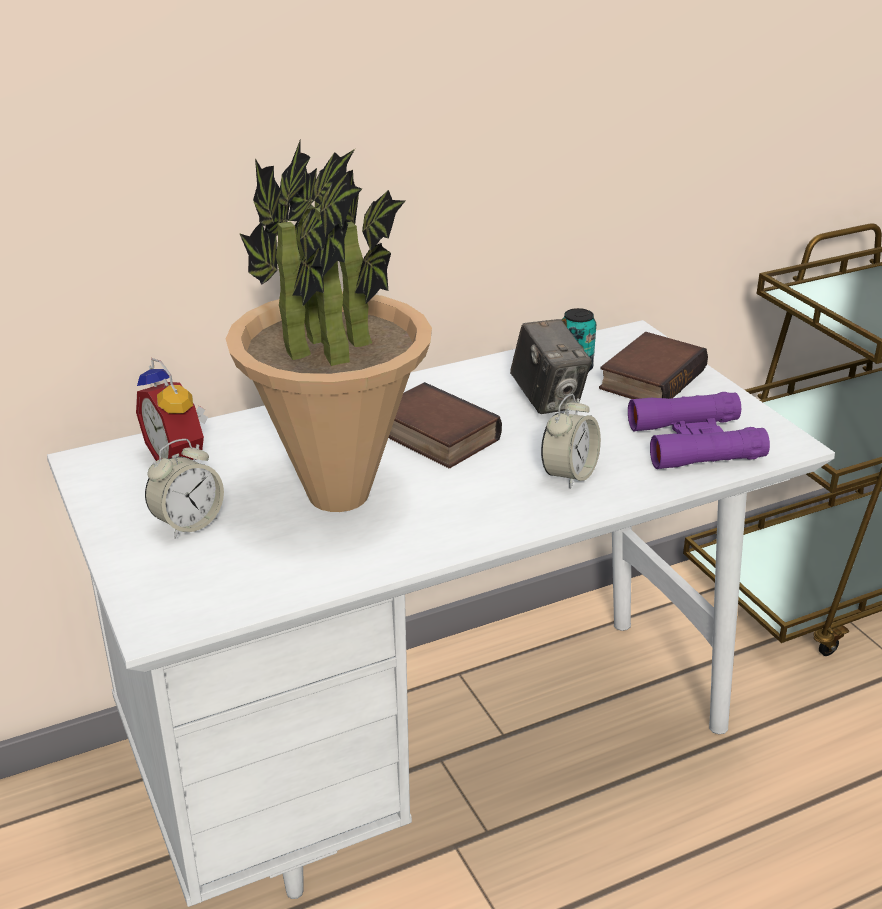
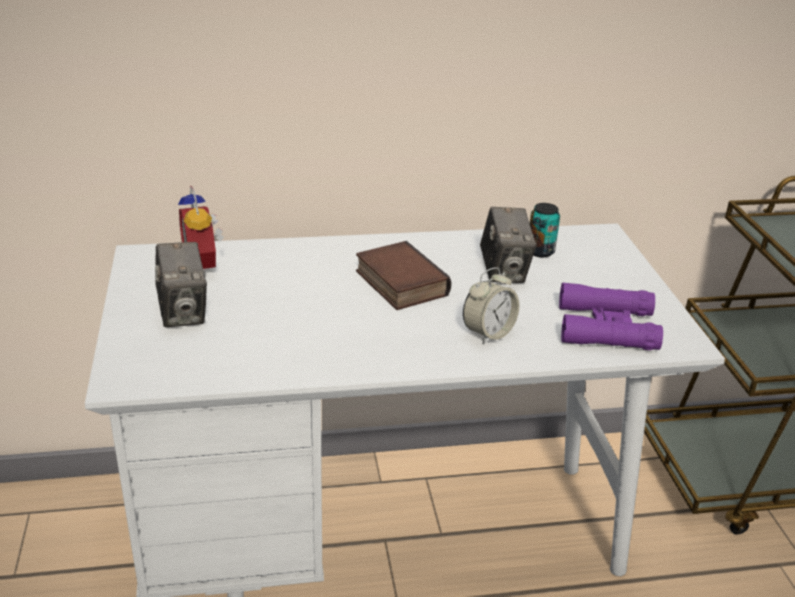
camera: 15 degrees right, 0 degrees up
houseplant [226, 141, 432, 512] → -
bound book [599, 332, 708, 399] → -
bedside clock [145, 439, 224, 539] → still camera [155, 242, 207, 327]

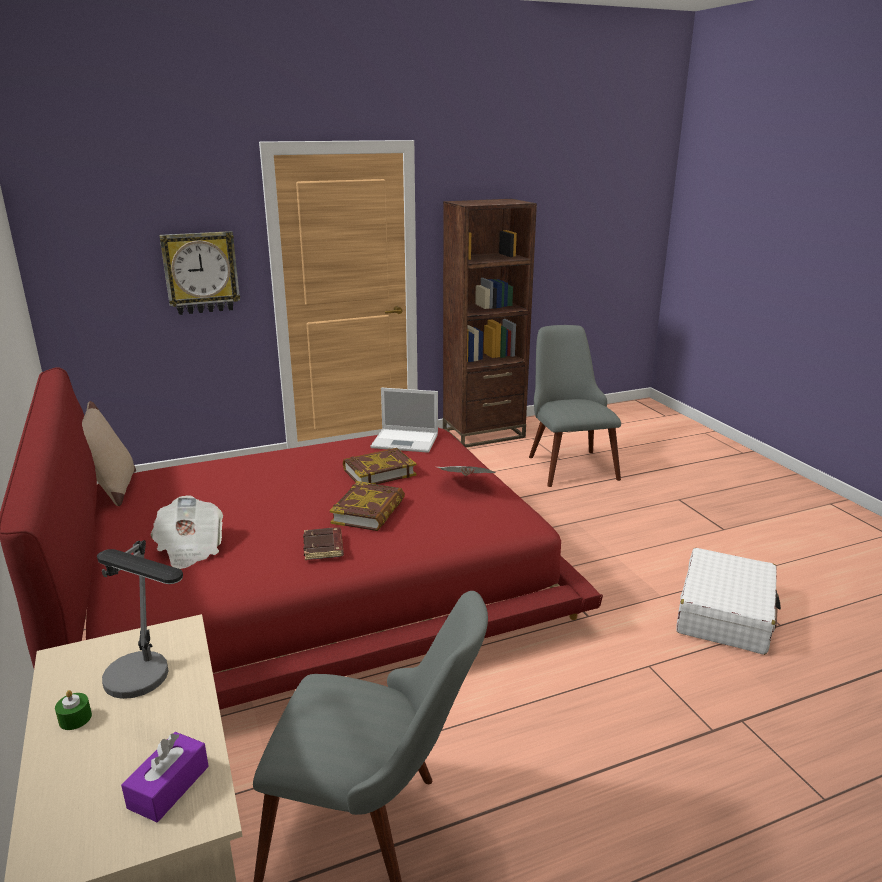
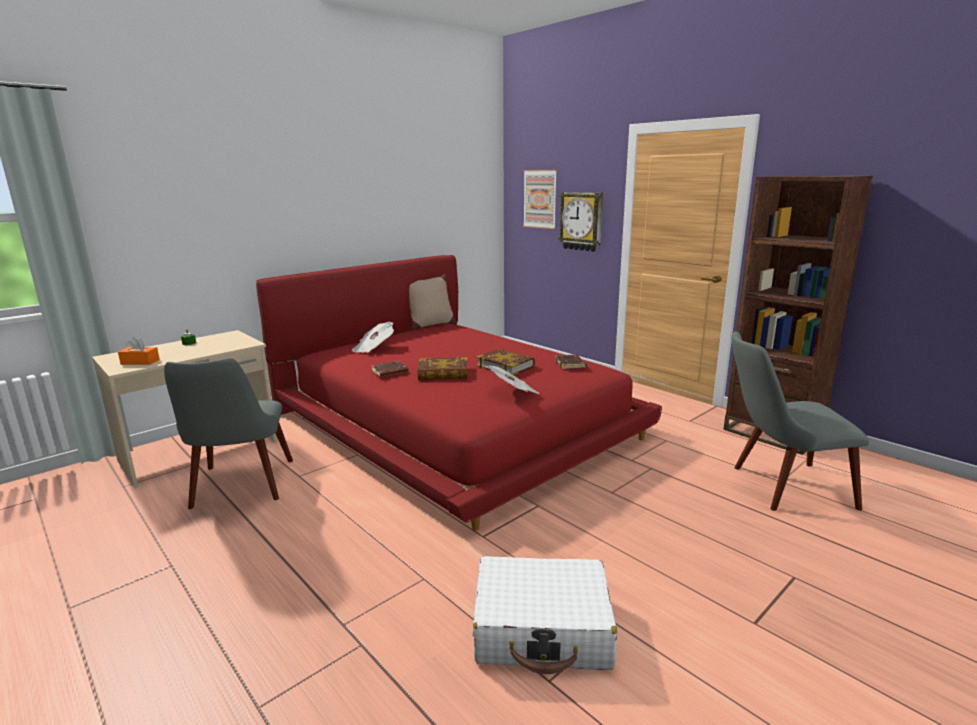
camera: 70 degrees right, 5 degrees down
gray plain chair [529, 325, 621, 487] → gray plain chair [731, 332, 869, 511], 150 degrees counterclockwise
notebook computer [370, 388, 438, 453] → brownish bound book [555, 355, 587, 369]
table lamp [97, 540, 183, 699] → -
purple box of tissues [121, 732, 209, 822] → orange box of tissues [118, 337, 160, 365]
- → wall art [523, 170, 557, 229]

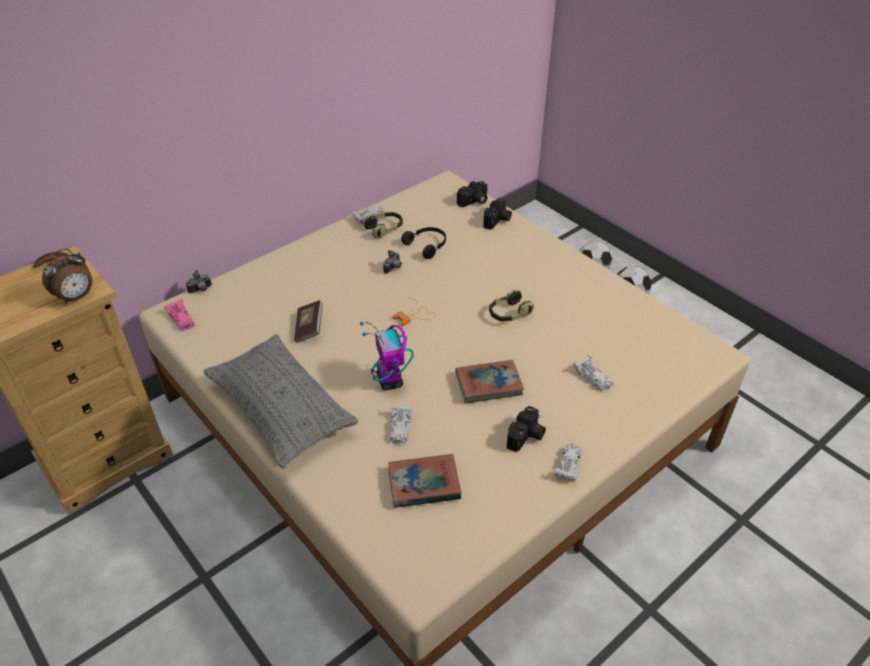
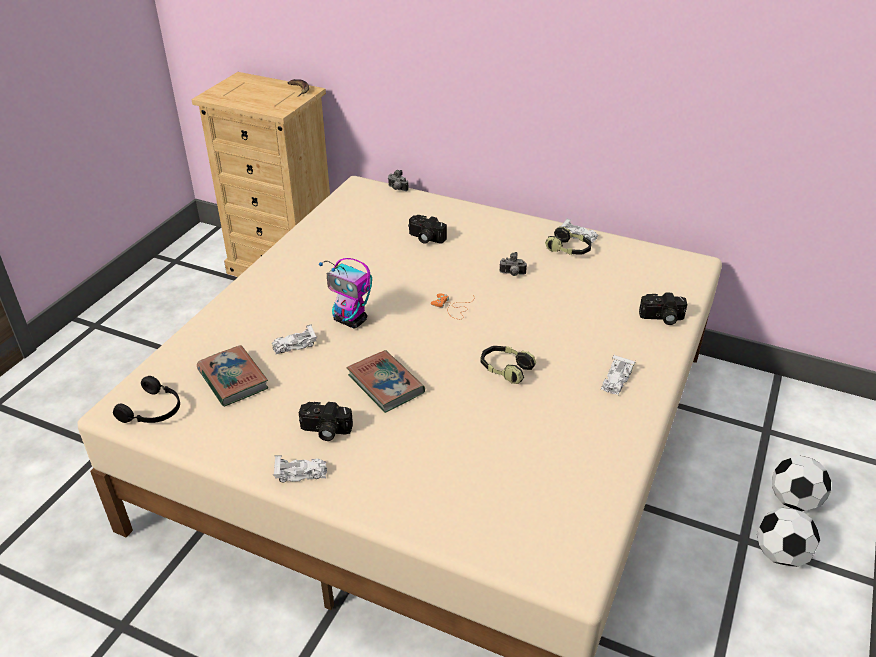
camera: 65 degrees right, 5 degrees down
still camera [457, 181, 488, 207] → still camera [408, 215, 447, 244], moved
black-coloured pair of headphones [401, 227, 446, 259] → black-coloured pair of headphones [113, 376, 180, 423], moved
bedside clock [42, 249, 93, 304] → -
pink-coloured model car [165, 298, 195, 331] → -
bound book [294, 300, 323, 343] → -
model robot [360, 322, 414, 390] → model robot [319, 258, 372, 329], 105 degrees counterclockwise
gray cushion [204, 334, 358, 469] → -
white model car [574, 355, 614, 392] → white model car [601, 354, 636, 395], moved

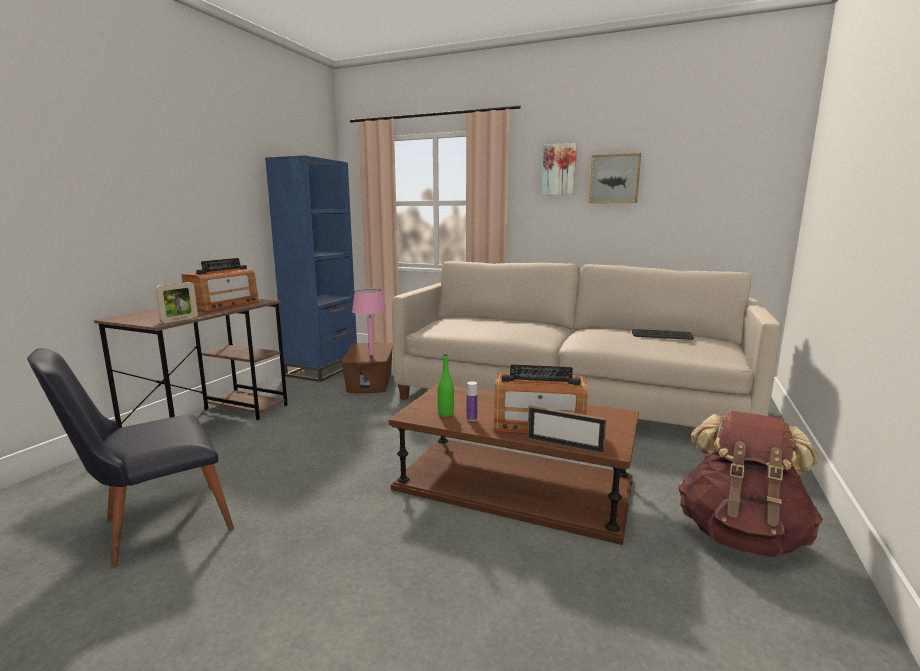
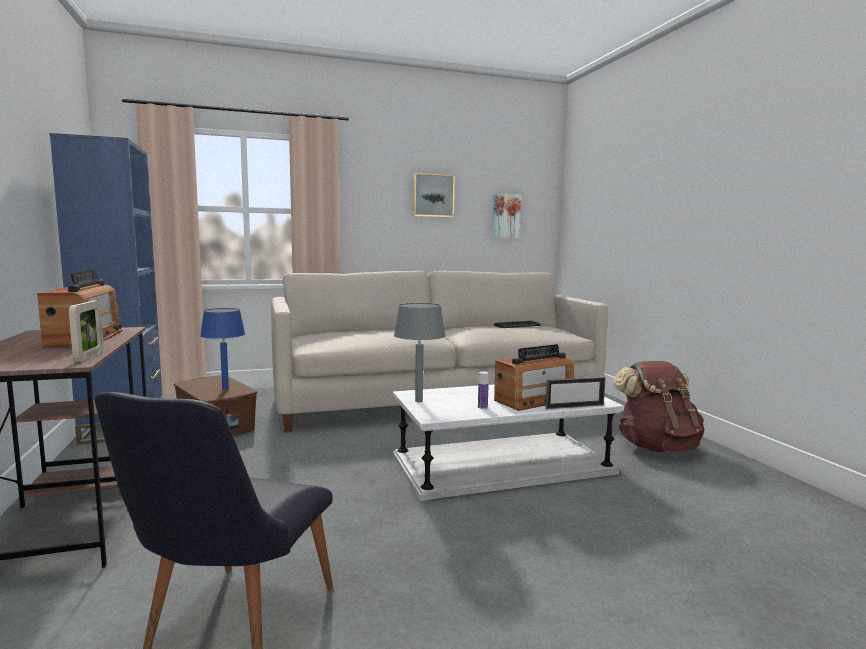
camera: 40 degrees left, 5 degrees down
wall art [542, 143, 577, 195] → wall art [492, 193, 521, 238], moved
pink-coloured table lamp [352, 289, 387, 355] → blue table lamp [200, 308, 245, 390]
green-coloured beverage bottle [438, 354, 454, 417] → -
brownish low table [388, 384, 639, 545] → white low table [393, 384, 624, 501]
- → gray table lamp [394, 303, 445, 402]

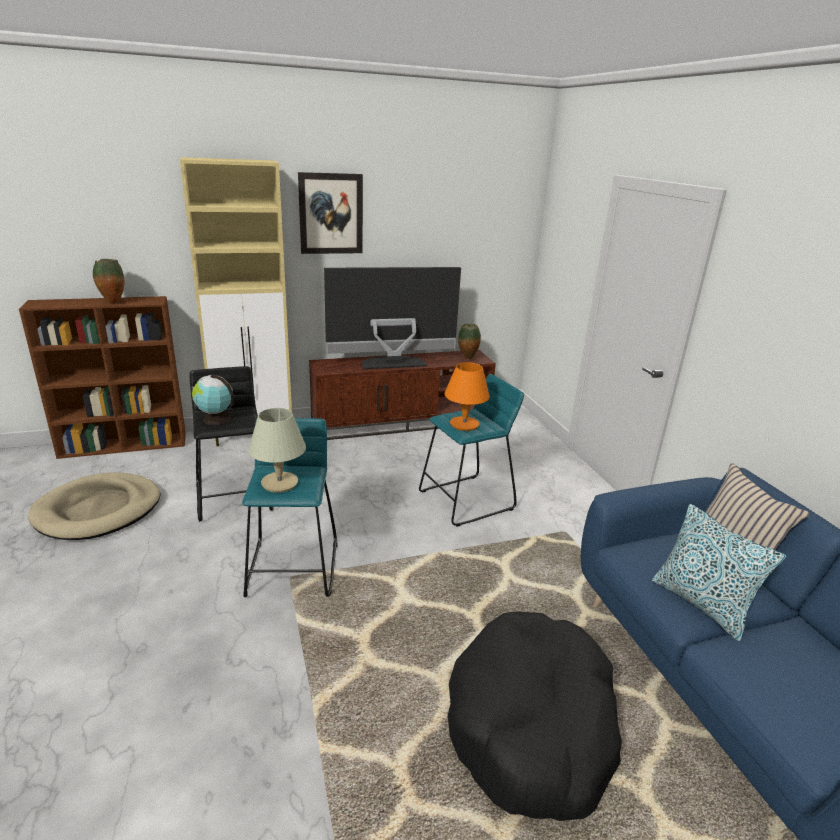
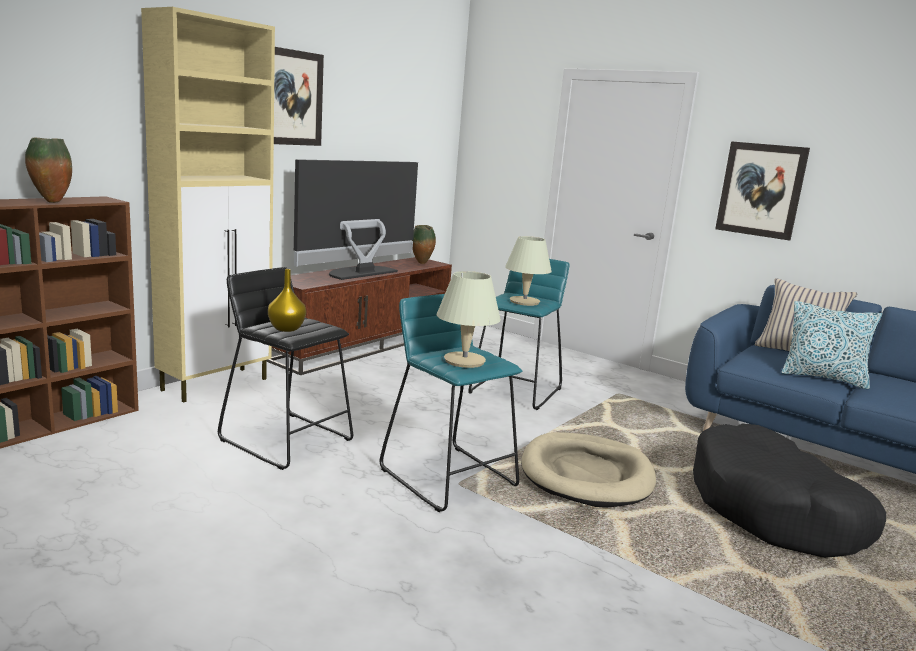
camera: 35 degrees left, 10 degrees down
orange table lamp [445, 362, 490, 431] → beige table lamp [505, 236, 552, 306]
desk globe [192, 374, 234, 425] → yellow decorative vase [268, 269, 306, 332]
beige dog cushion [28, 472, 160, 540] → beige dog cushion [521, 432, 656, 508], moved
- → wall art [715, 141, 810, 241]

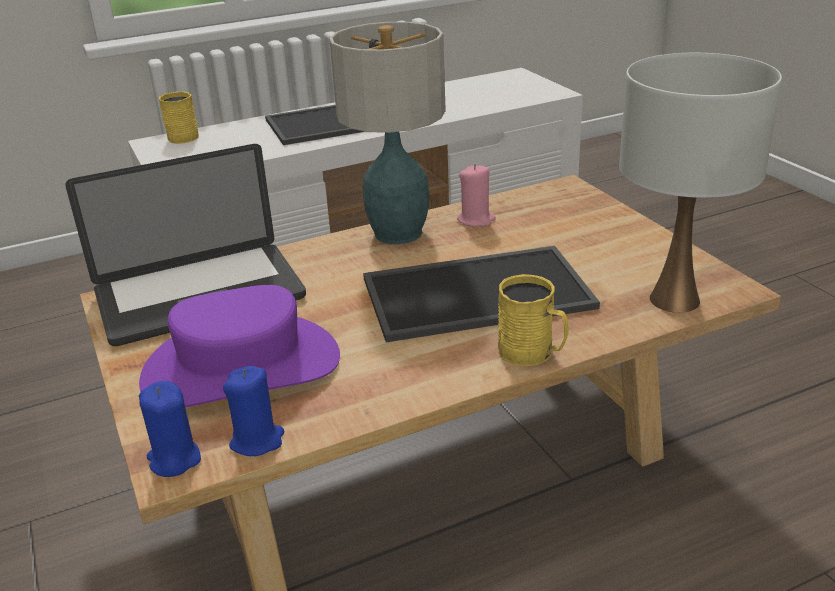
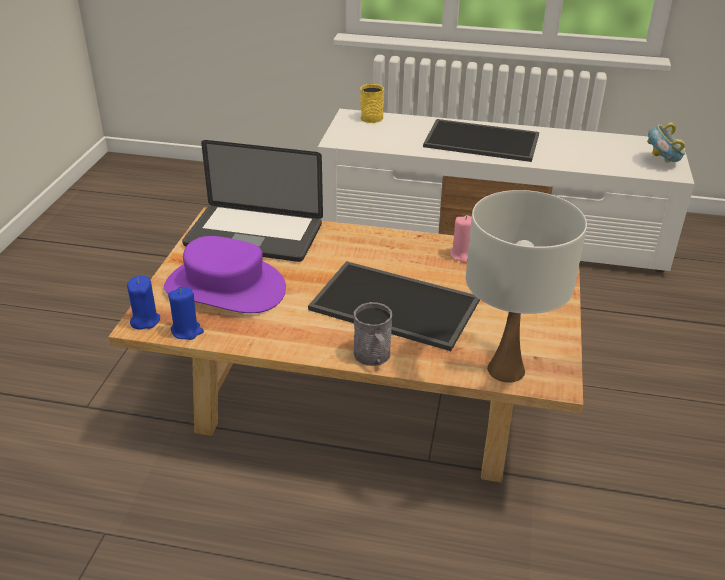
camera: 35 degrees right, 5 degrees up
table lamp [329, 22, 446, 244] → -
yellow coffee mug [498, 274, 569, 366] → gray coffee mug [353, 302, 392, 366]
- → bowl [647, 122, 685, 163]

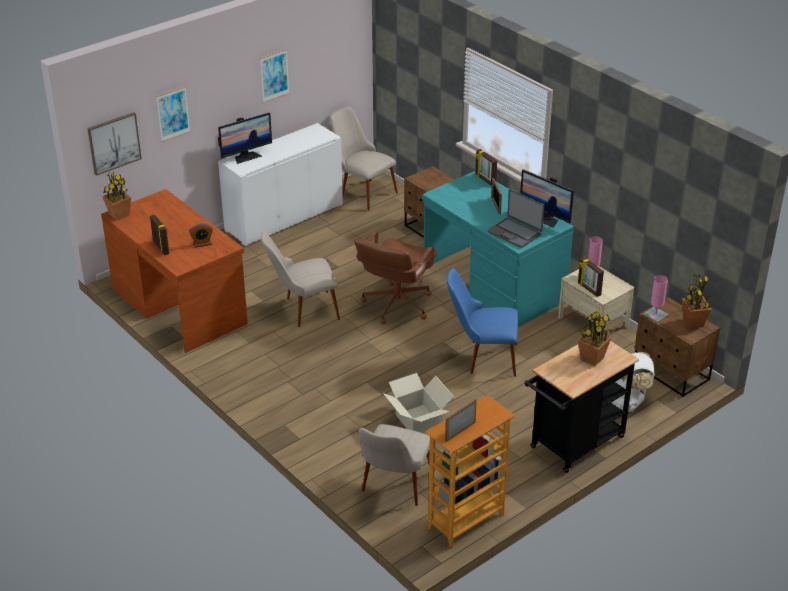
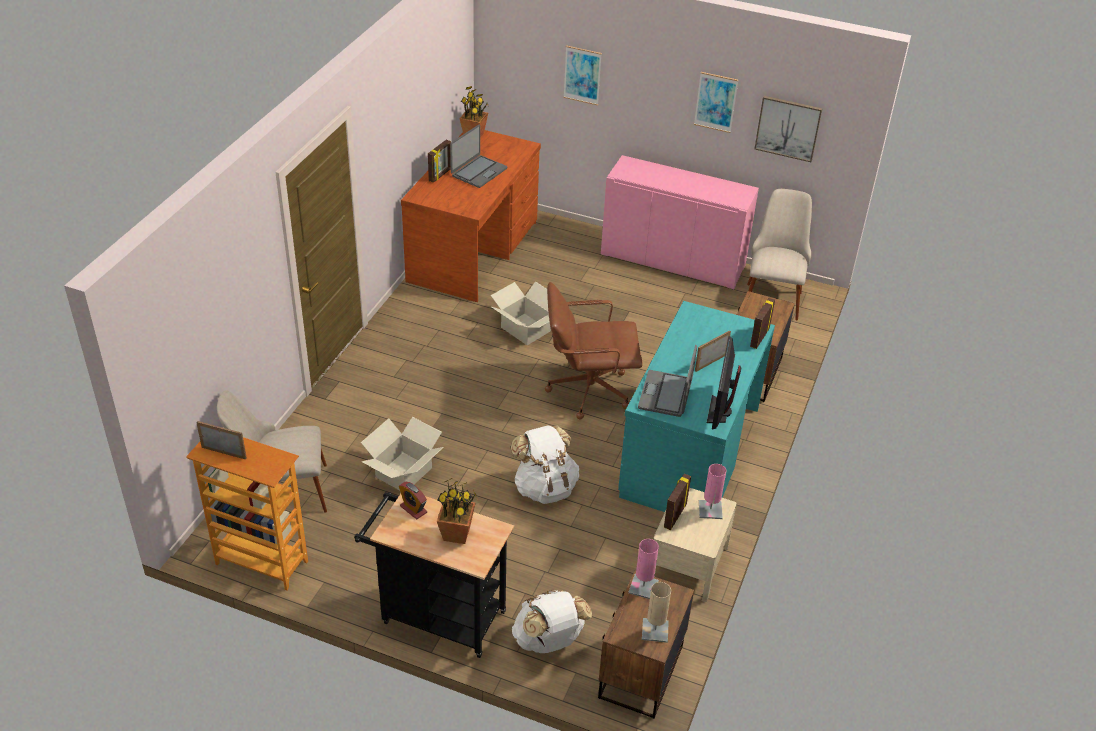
camera: 60 degrees right, 5 degrees up
wall art [87, 112, 142, 176] → wall art [754, 96, 823, 162], moved
monitor [218, 112, 272, 164] → -
white storage cabinet [218, 123, 343, 246] → pink-coloured storage cabinet [601, 155, 759, 289]
bedside clock [189, 224, 213, 248] → bedside clock [399, 482, 427, 519], moved
beige plain chair [261, 231, 340, 327] → carton [491, 282, 551, 345]
blue plain chair [447, 268, 518, 377] → white rucksack [511, 425, 579, 504]
houseplant [682, 275, 712, 328] → beige table lamp [642, 582, 671, 643]
- → notebook computer [450, 124, 507, 188]

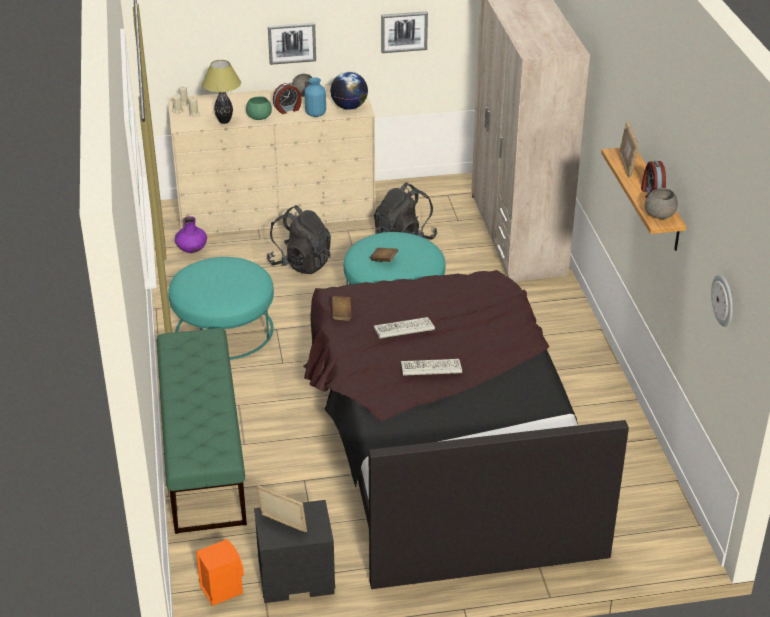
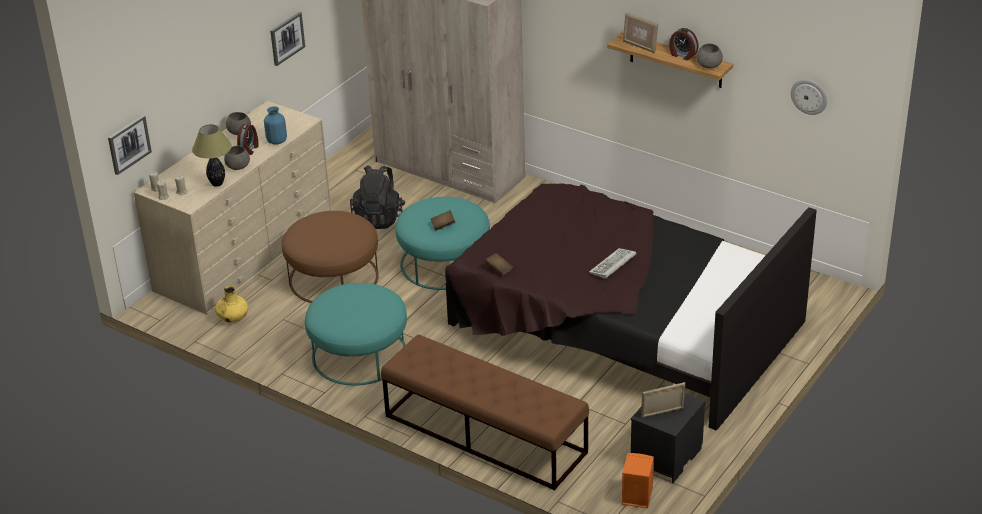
camera: 45 degrees left, 0 degrees up
wall art [268, 22, 316, 65] → wall art [108, 115, 152, 175], moved
desk globe [330, 72, 368, 110] → -
green-coloured bowl [246, 96, 272, 120] → gray bowl [224, 146, 250, 170]
black-coloured rucksack [267, 205, 331, 274] → brownish footrest [282, 211, 379, 303]
purple decorative vase [175, 216, 207, 253] → yellow decorative vase [215, 286, 248, 323]
keyboard [373, 317, 435, 339] → -
green-coloured bench [157, 328, 247, 534] → brownish bench [381, 334, 589, 491]

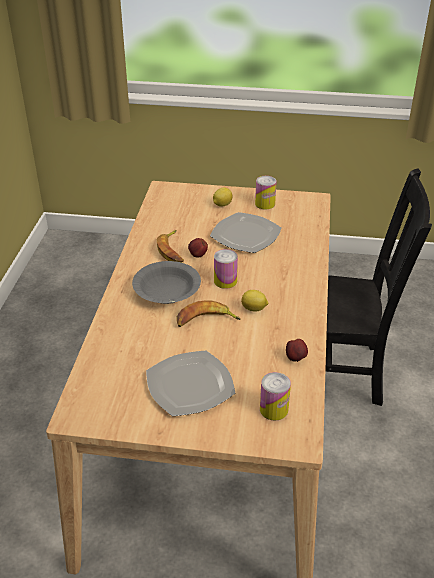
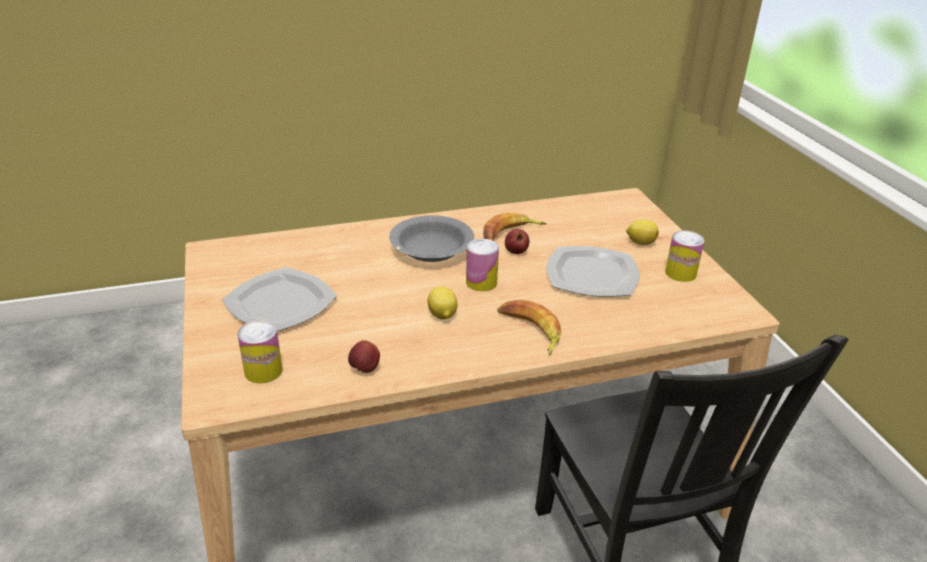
camera: 65 degrees right, 5 degrees down
banana [177, 300, 241, 327] → banana [497, 300, 562, 355], moved

